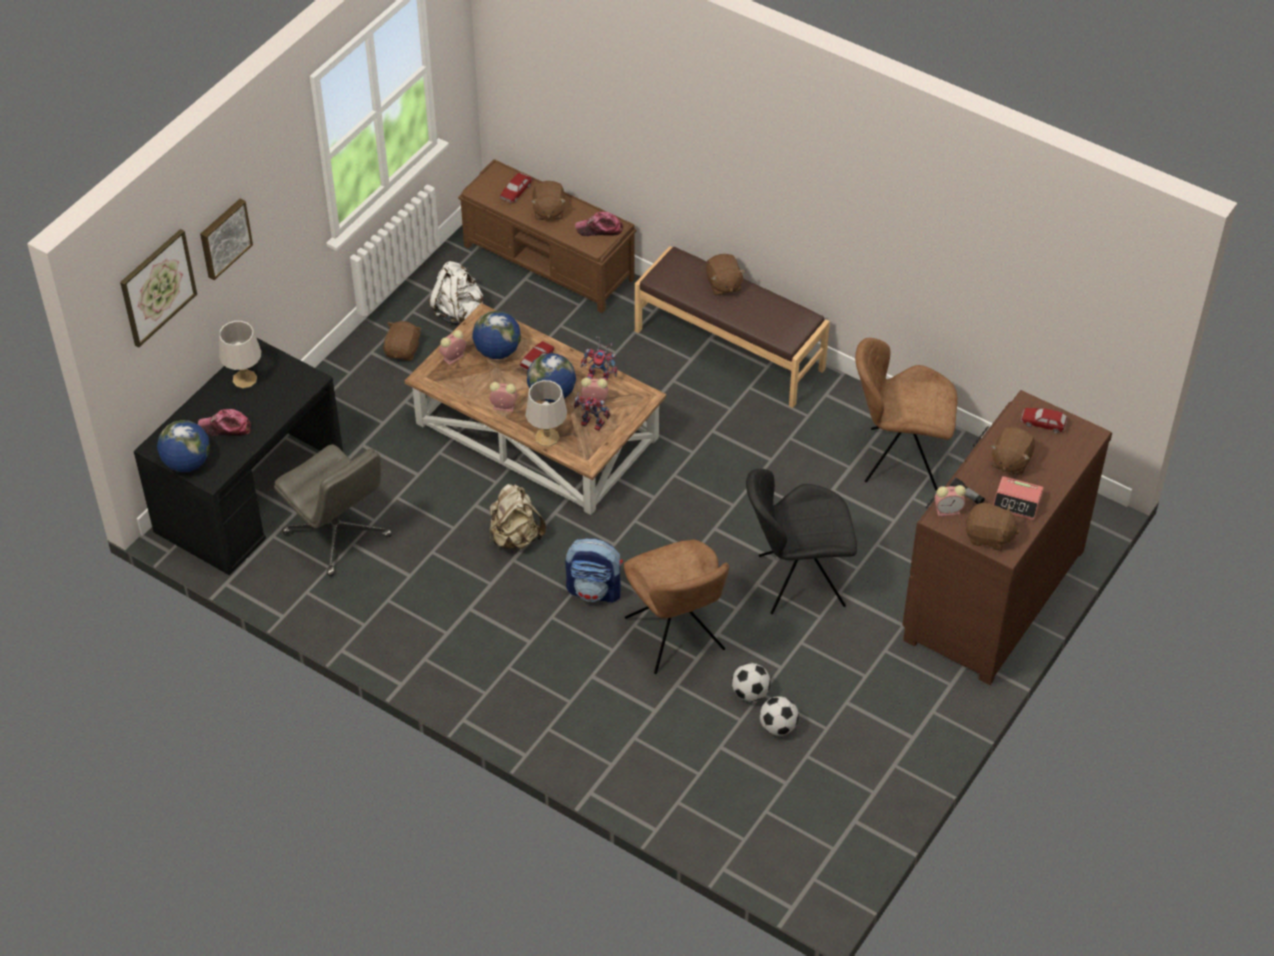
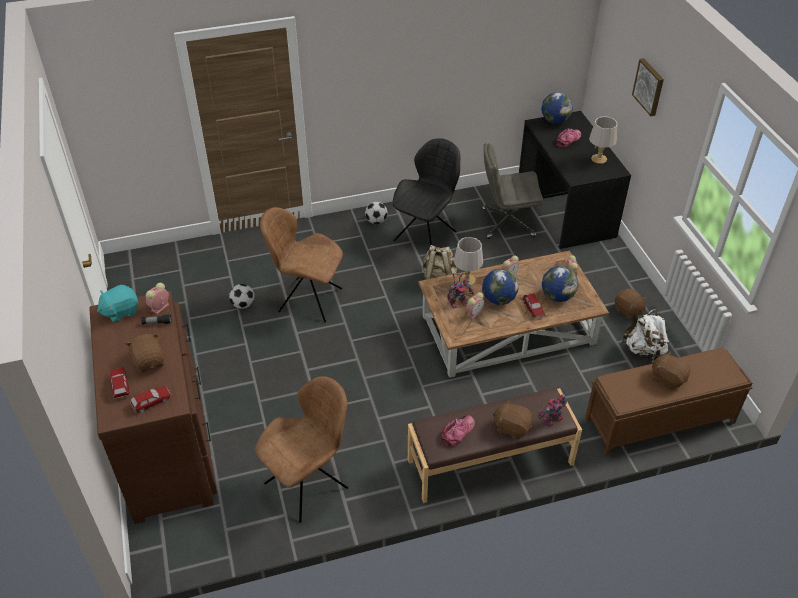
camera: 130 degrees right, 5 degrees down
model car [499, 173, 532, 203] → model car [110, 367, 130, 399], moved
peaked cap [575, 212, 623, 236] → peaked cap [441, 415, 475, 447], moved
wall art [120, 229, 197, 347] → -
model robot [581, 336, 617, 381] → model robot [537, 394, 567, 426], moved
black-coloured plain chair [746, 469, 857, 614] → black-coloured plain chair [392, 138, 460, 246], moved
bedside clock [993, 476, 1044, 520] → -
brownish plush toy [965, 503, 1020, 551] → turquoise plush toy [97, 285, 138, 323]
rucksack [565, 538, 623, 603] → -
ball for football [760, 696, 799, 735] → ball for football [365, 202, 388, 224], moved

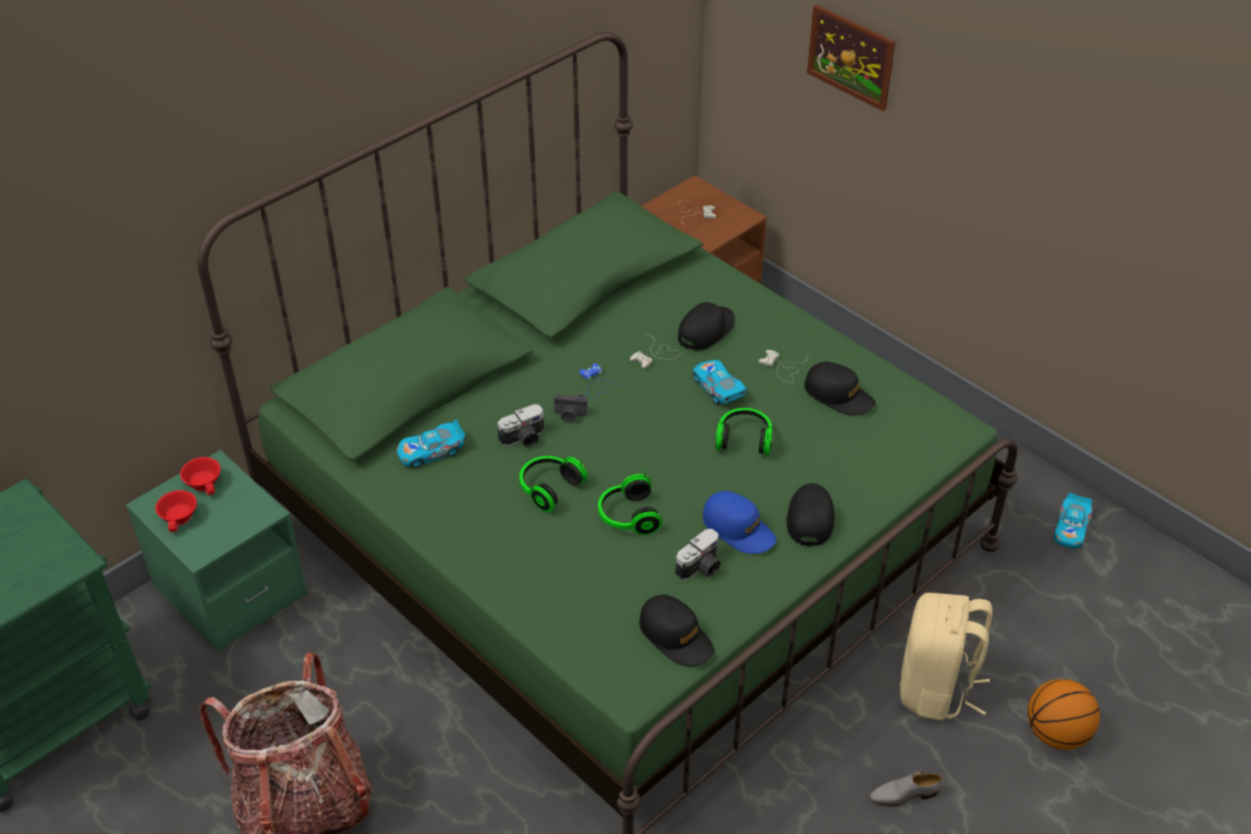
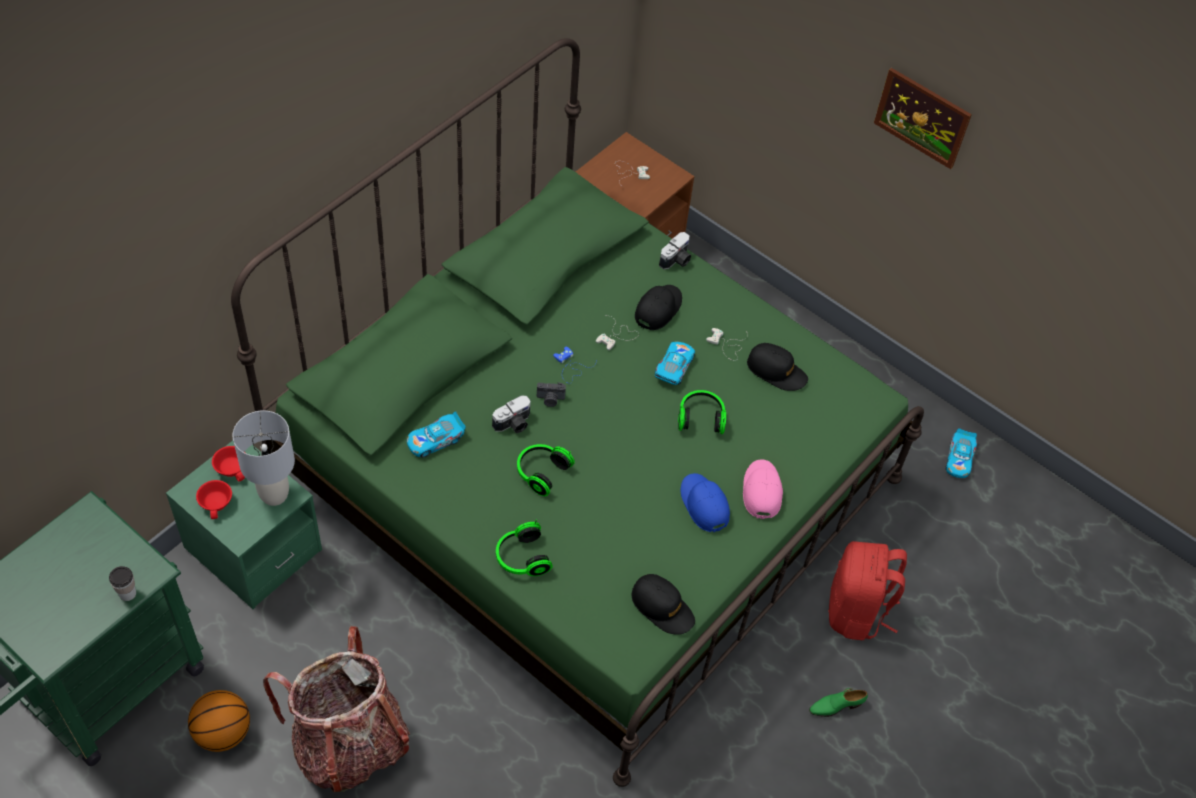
camera: 10 degrees left, 10 degrees up
wall art [807, 4, 895, 111] → wall art [874, 68, 972, 169], moved
model car [693, 360, 747, 405] → model car [655, 341, 695, 385], 60 degrees clockwise
pair of headphones [598, 470, 662, 535] → pair of headphones [496, 519, 553, 576], moved
black-coloured peaked cap [787, 483, 835, 546] → pink-coloured peaked cap [743, 460, 783, 519]
blue peaked cap [703, 491, 776, 554] → blue peaked cap [681, 473, 730, 533], 150 degrees counterclockwise
still camera [675, 529, 721, 580] → still camera [659, 232, 691, 269], moved
beige rucksack [900, 593, 992, 720] → red rucksack [828, 541, 907, 640]
basketball ball [1027, 679, 1100, 750] → basketball ball [188, 690, 250, 752], moved
gray low shoe [869, 772, 943, 807] → green-coloured low shoe [809, 688, 868, 717]
- → gray table lamp [232, 410, 295, 506]
- → drinking cup [109, 566, 136, 601]

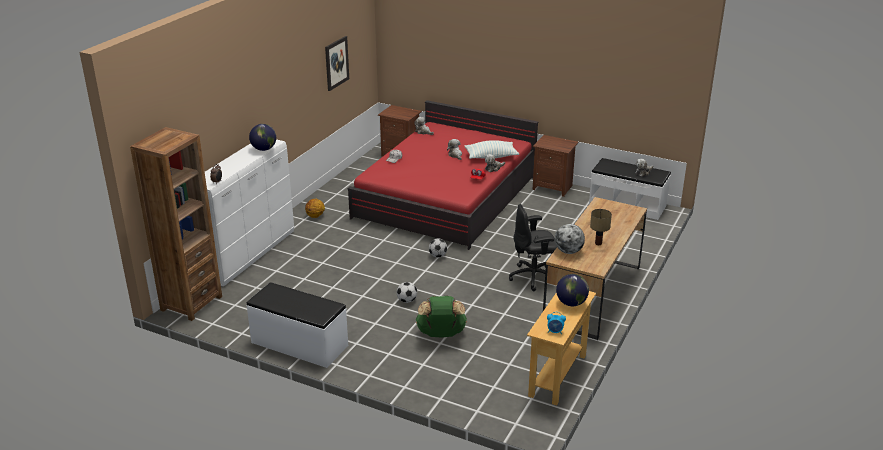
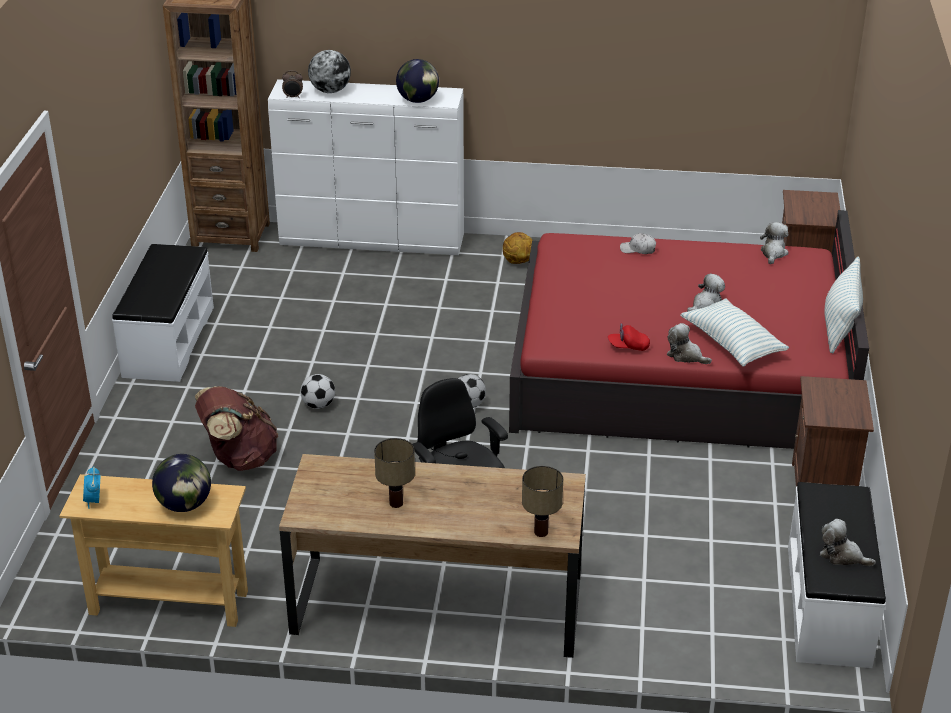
camera: 70 degrees right, 5 degrees up
wall art [325, 36, 349, 91] → -
desk globe [555, 224, 585, 254] → desk globe [308, 50, 351, 93], moved
green-coloured rucksack [416, 295, 467, 338] → brownish rucksack [195, 386, 278, 471]
- → cushion [824, 257, 863, 354]
- → table lamp [522, 466, 563, 537]

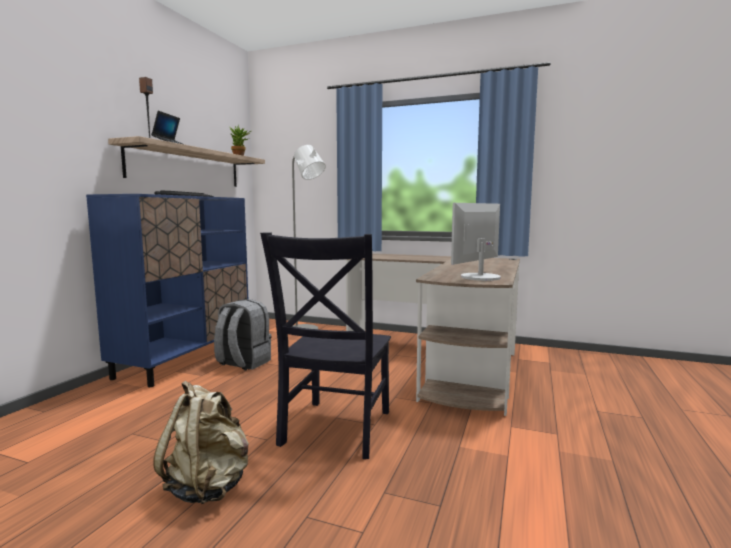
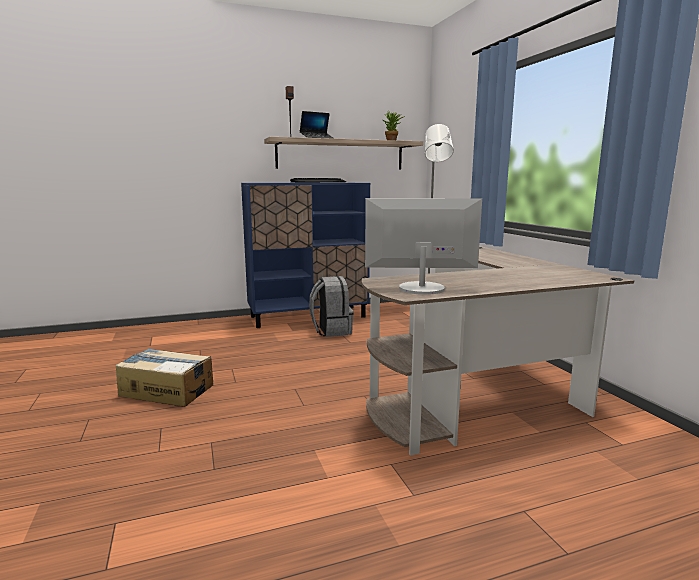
camera: 50 degrees right, 5 degrees up
black-coloured plain chair [260, 232, 391, 459] → -
beige rucksack [153, 380, 249, 504] → carton [116, 348, 213, 407]

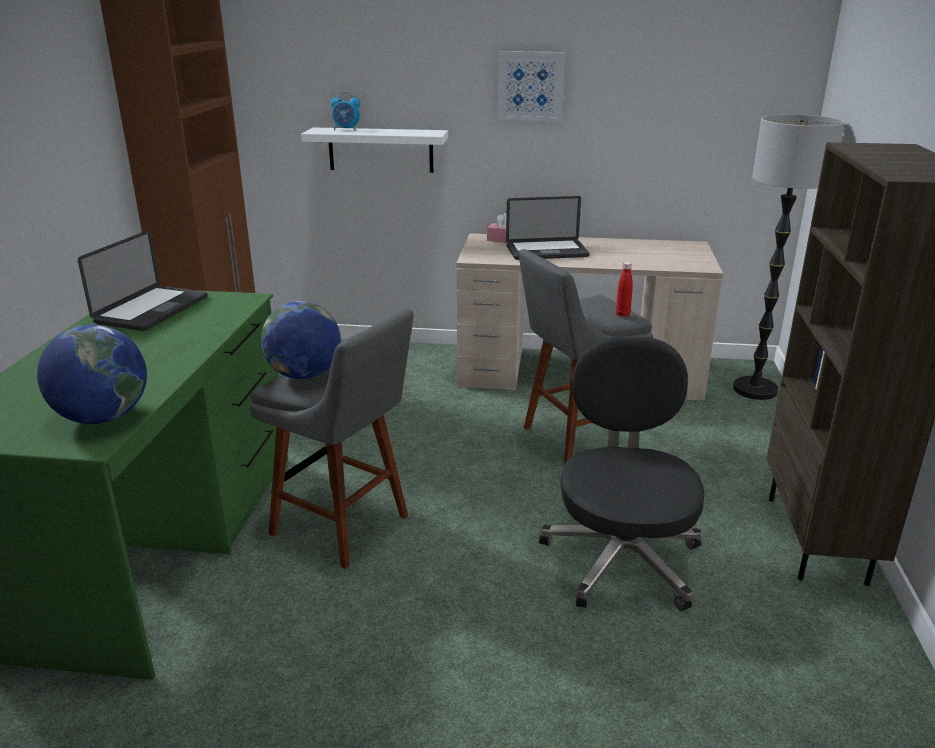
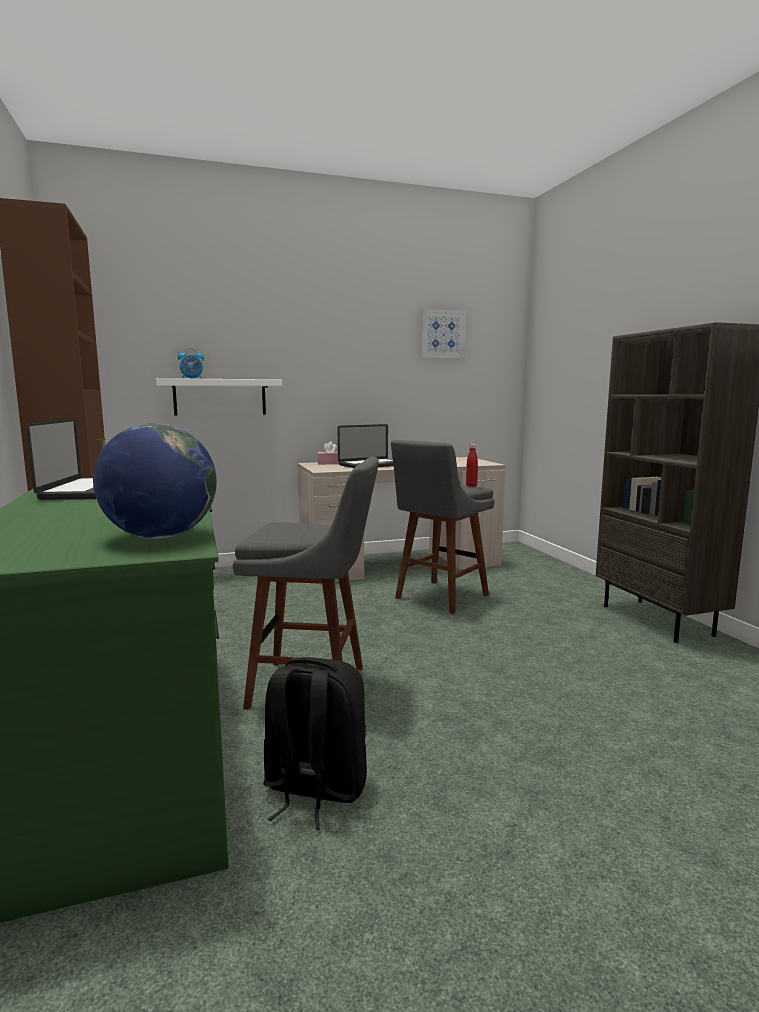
camera: 25 degrees left, 15 degrees down
wall art [497, 51, 565, 121] → wall art [421, 309, 466, 359], moved
floor lamp [733, 114, 845, 400] → -
desk globe [261, 301, 341, 379] → -
black-coloured desk chair [539, 336, 705, 611] → -
- → black-coloured rucksack [263, 657, 367, 830]

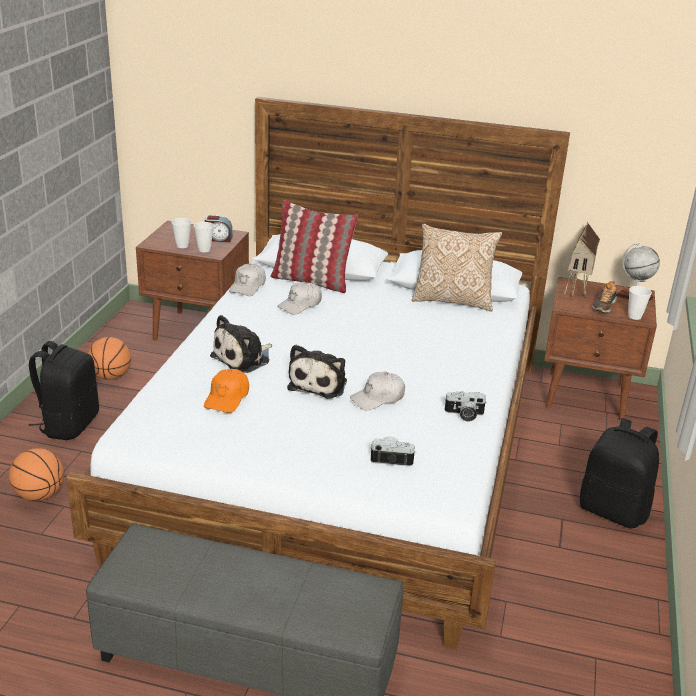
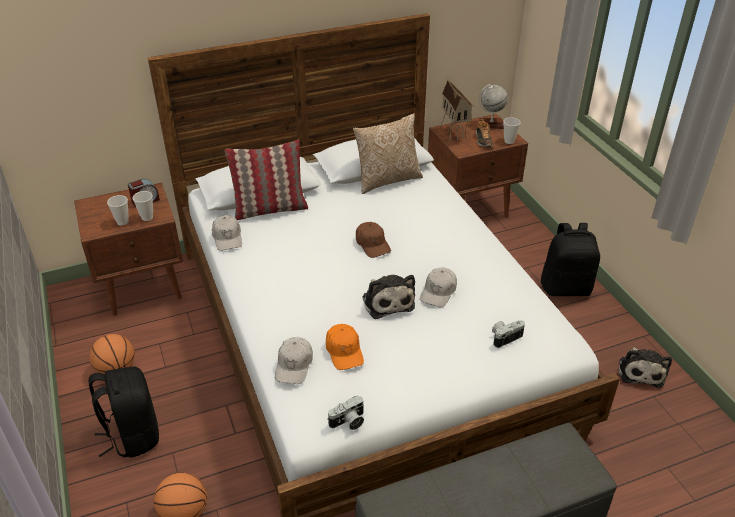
camera: 35 degrees left, 10 degrees up
white peaked cap [277, 282, 322, 315] → white peaked cap [275, 337, 313, 384], moved
plush toy [210, 315, 272, 373] → plush toy [619, 347, 672, 388], moved
still camera [444, 391, 486, 422] → still camera [328, 396, 364, 430], moved
- → brownish peaked cap [356, 222, 391, 258]

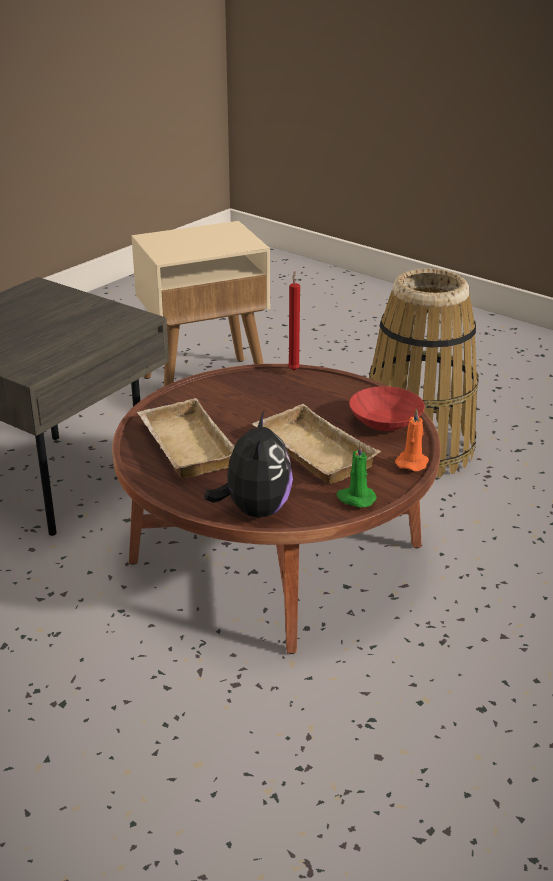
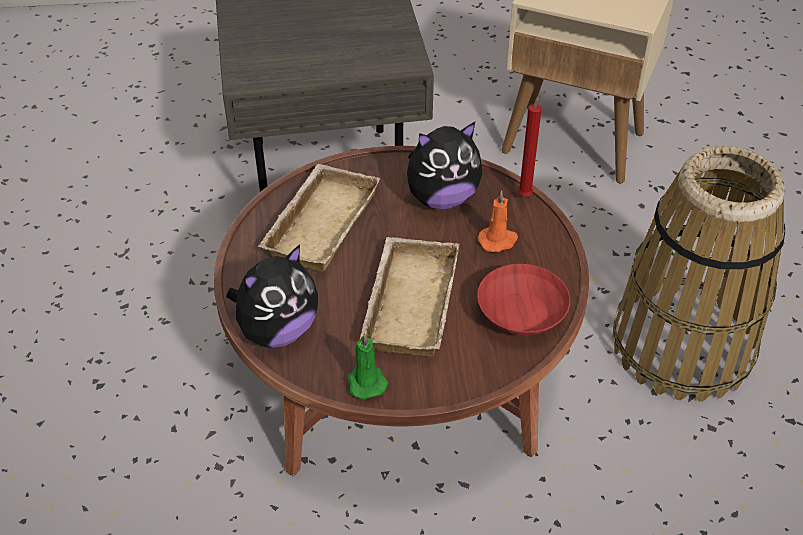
camera: 45 degrees right, 15 degrees up
orange candle [395, 408, 429, 471] → orange candle [478, 191, 518, 253], moved
- → plush toy [407, 122, 483, 209]

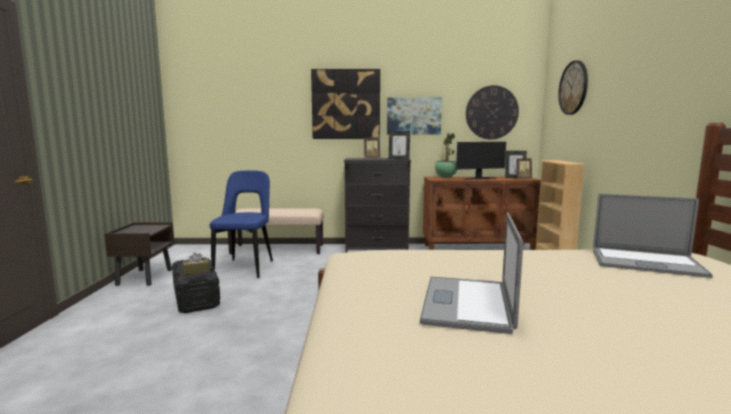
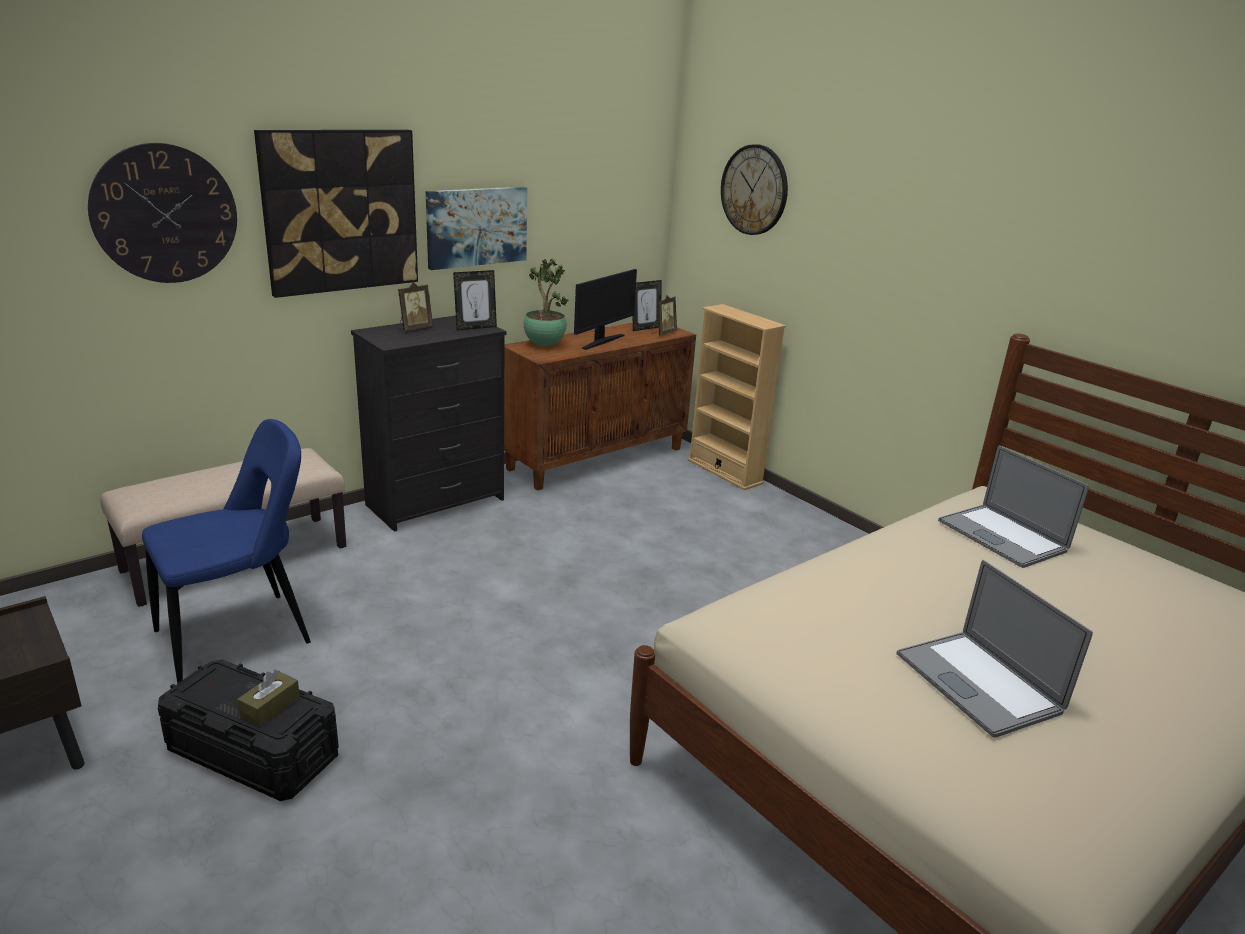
camera: 40 degrees left, 15 degrees up
clock on the wall [466, 85, 519, 139] → clock on the wall [88, 143, 237, 283], moved
blue plain chair [210, 170, 273, 278] → blue plain chair [142, 419, 311, 683], 90 degrees clockwise
notebook computer [593, 194, 713, 278] → notebook computer [938, 445, 1089, 568], 75 degrees clockwise

